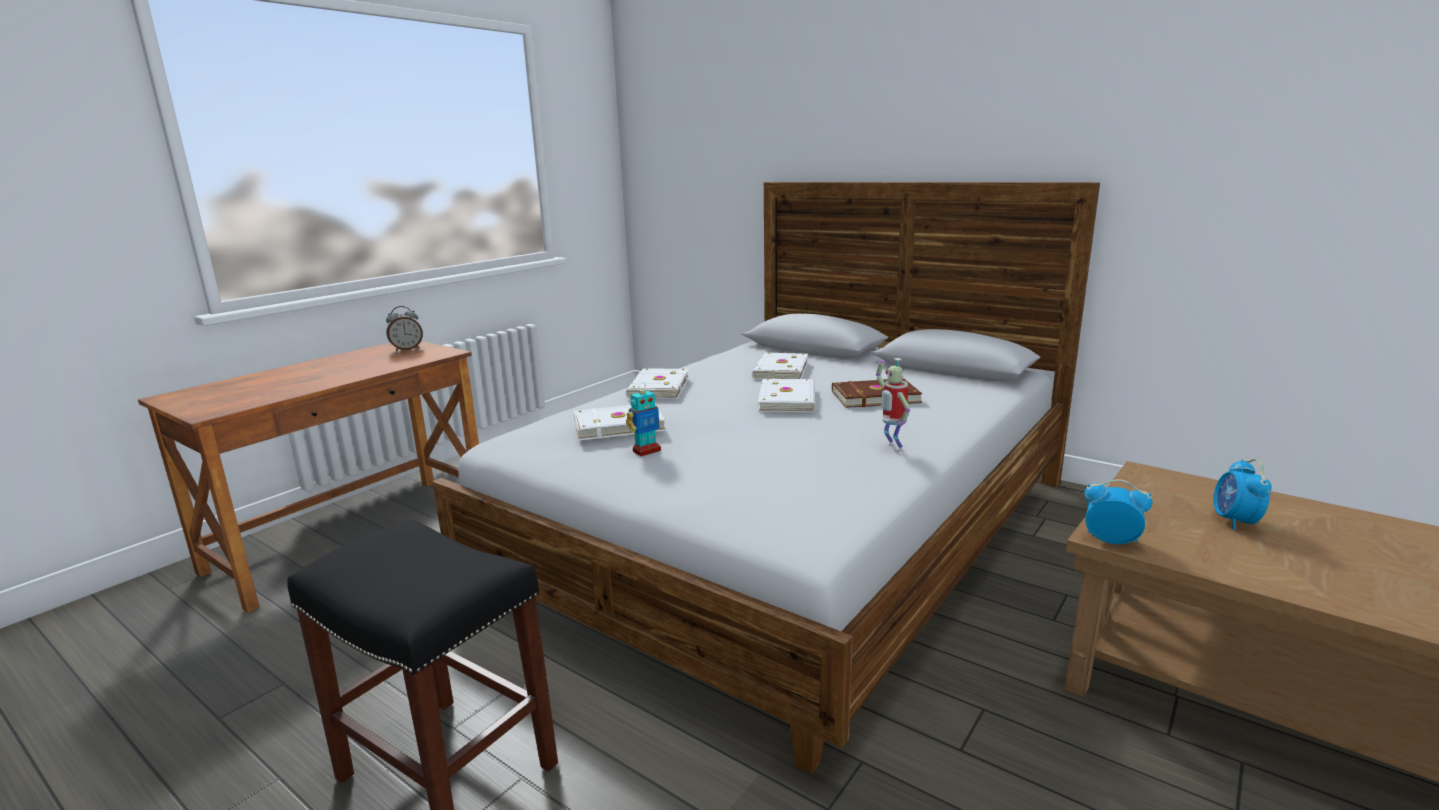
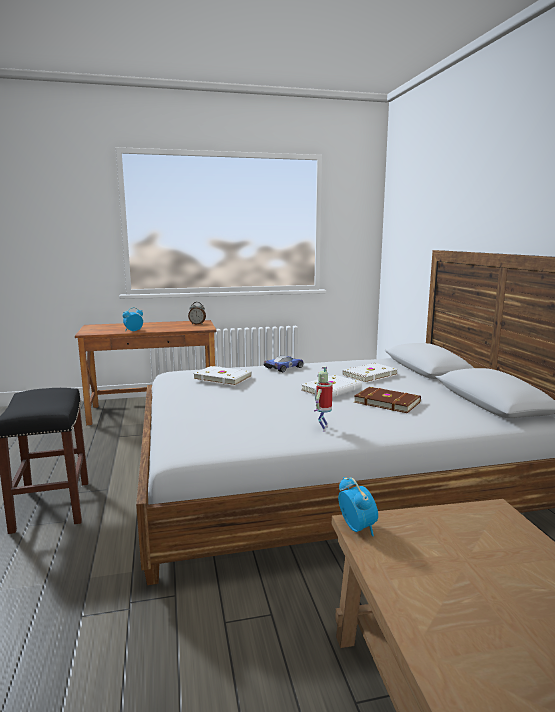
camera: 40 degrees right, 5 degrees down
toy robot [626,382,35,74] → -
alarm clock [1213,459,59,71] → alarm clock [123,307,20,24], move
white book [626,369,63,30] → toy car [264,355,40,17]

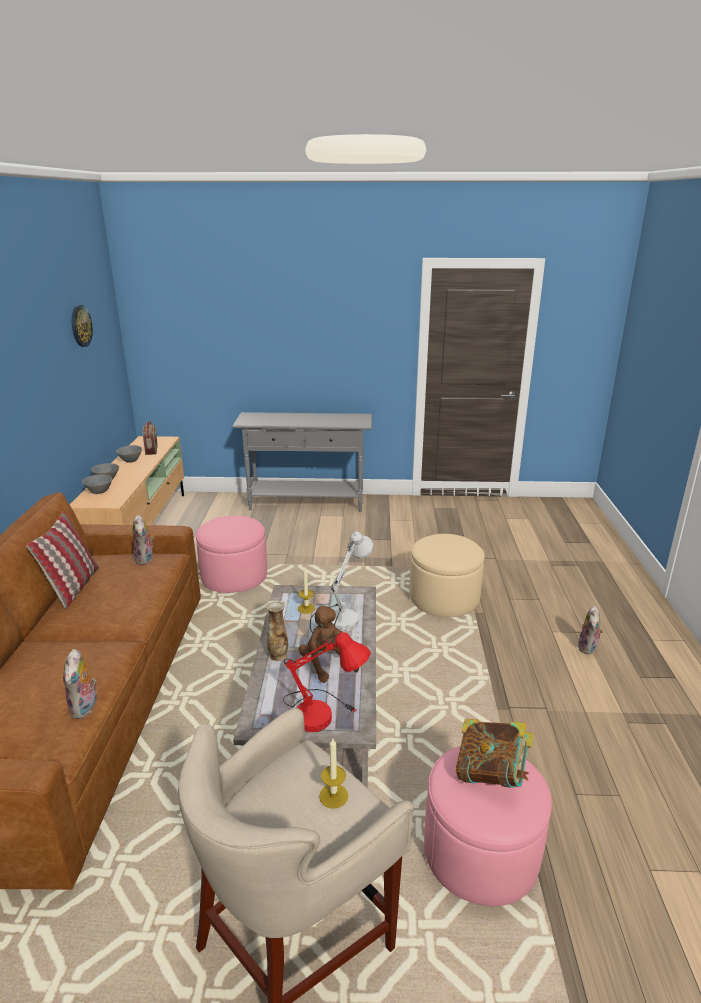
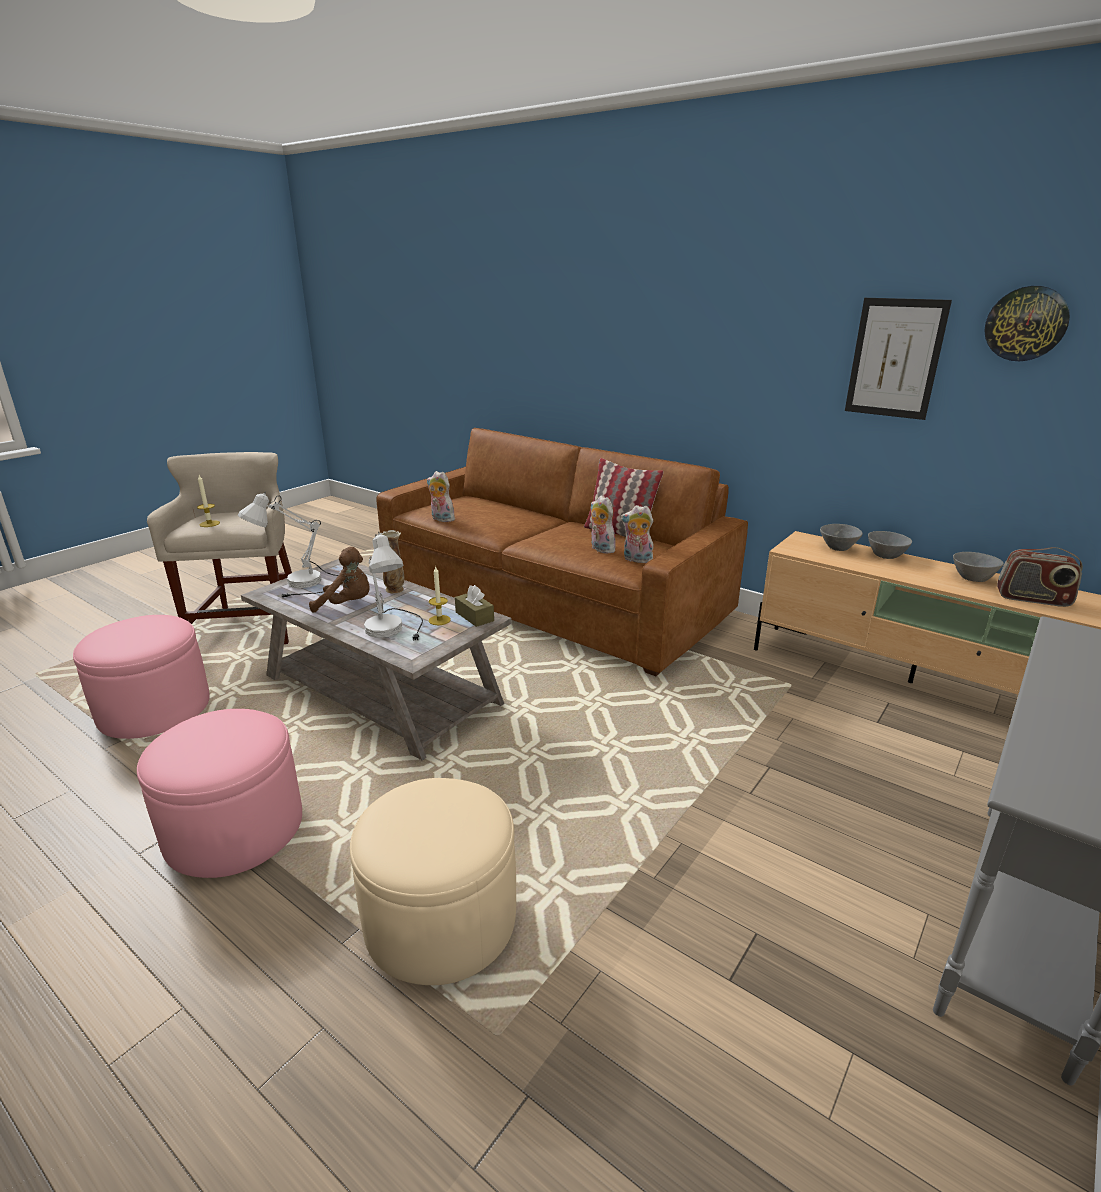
camera: 125 degrees right, 0 degrees up
book [455,719,78,69] → -
- → brown tissue box [455,585,39,42]
- → picture [845,298,107,122]
pink ottoman [196,516,71,77] → pink ottoman [137,709,165,169], move
plush toy [577,606,27,49] → plush toy [590,496,26,58], move
red table lamp [283,631,88,101] → white table lamp [238,492,101,105]

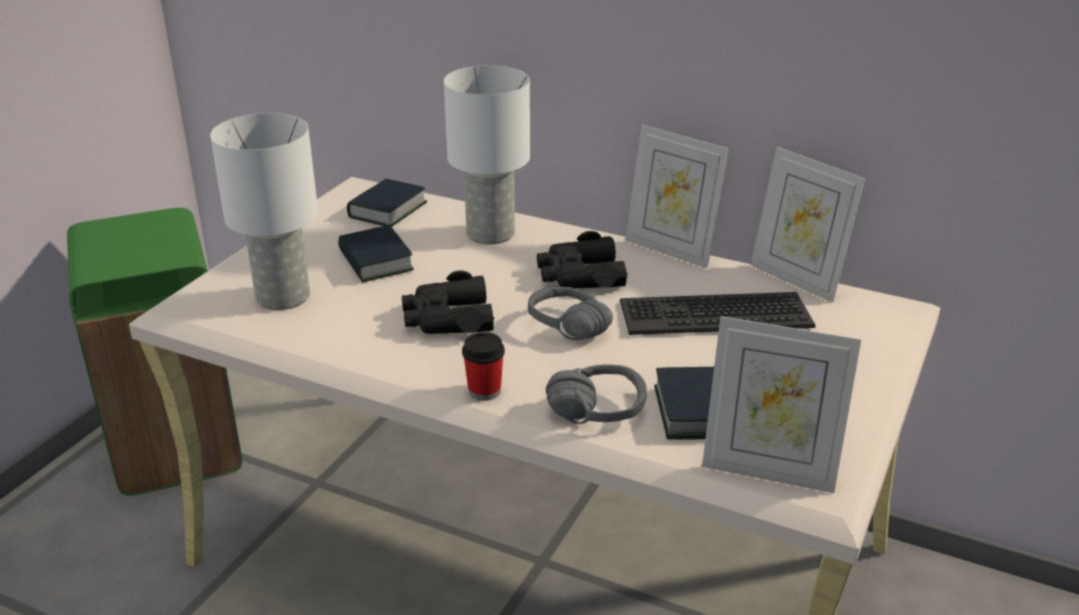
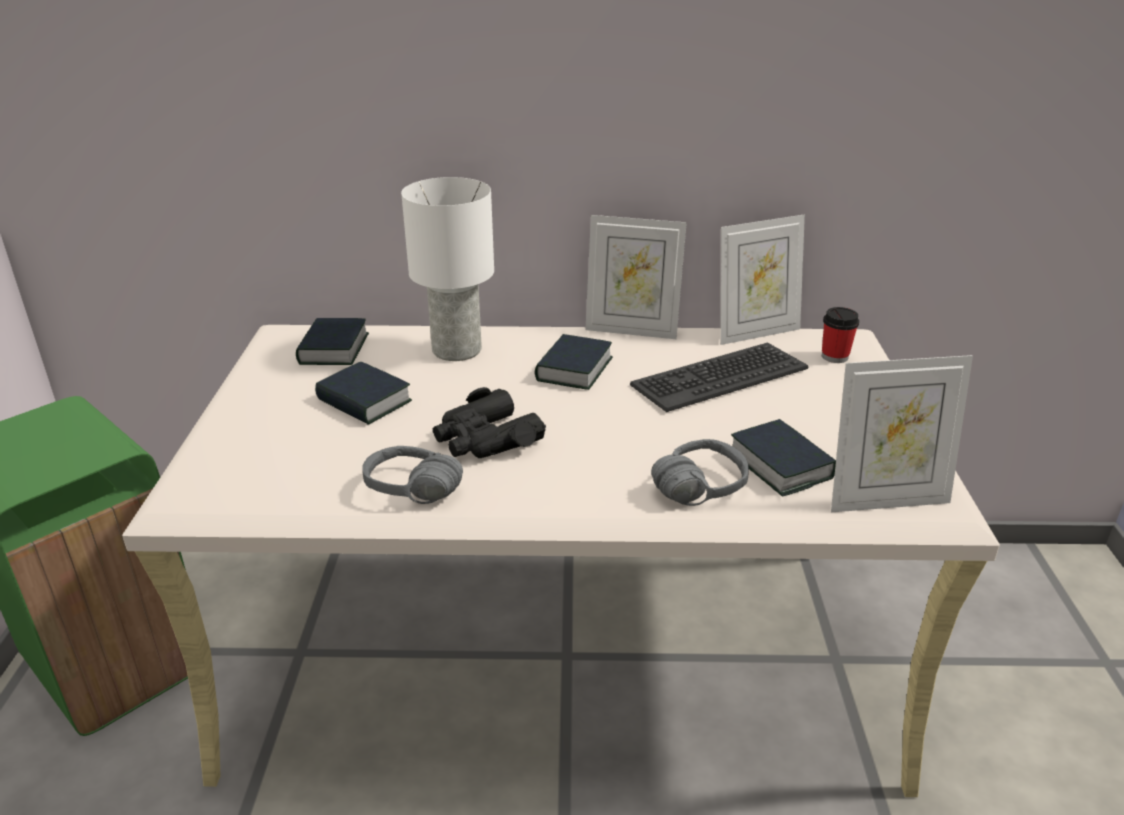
camera: 25 degrees left, 0 degrees up
white table lamp [210,113,108,197] → -
cup [462,332,43,69] → cup [822,307,37,56], move
grey headphones [528,287,85,53] → grey headphones [362,446,101,58], move
black binoculars [537,231,91,57] → book [535,334,78,56]
picture frame [751,147,114,156] → picture frame [720,215,85,130], 45 degrees counterclockwise

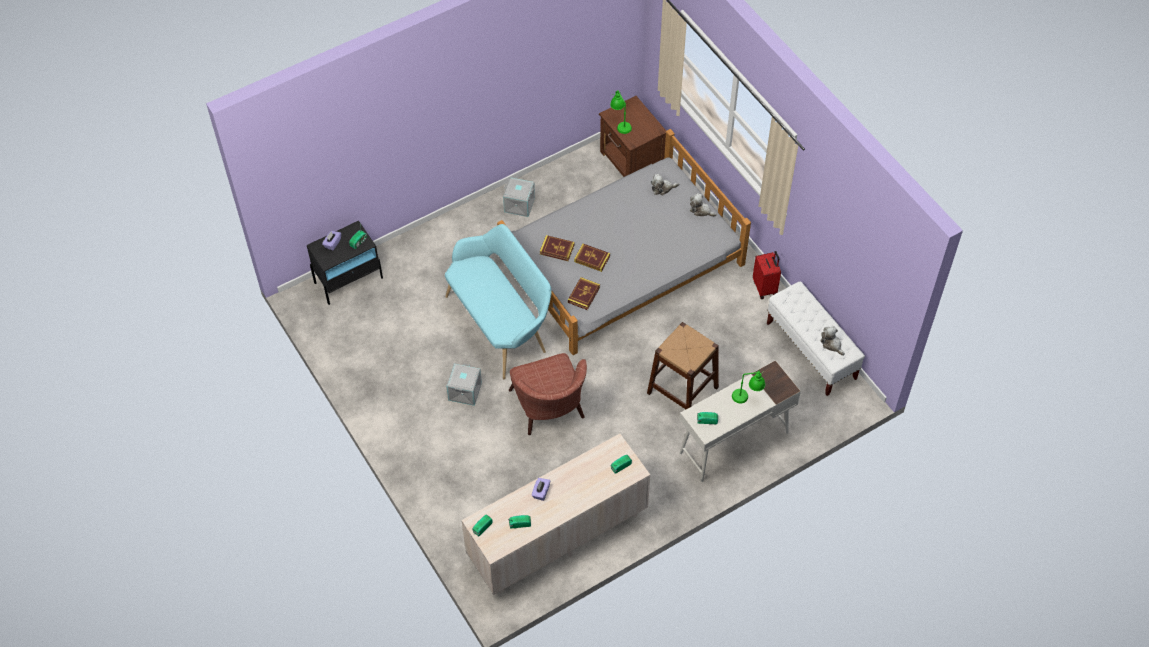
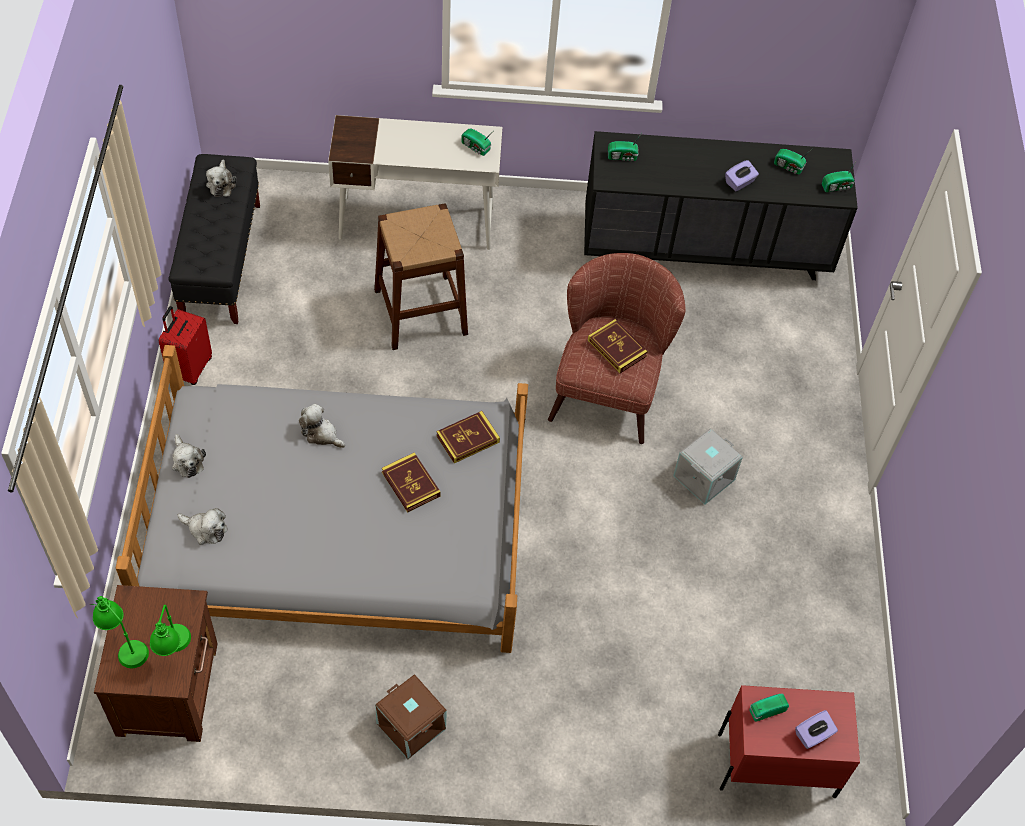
camera: 150 degrees left, 0 degrees up
turquoise bench [445,224,107,155] → -
- → plush toy [299,404,46,44]
book [540,235,35,26] → book [588,319,60,54], move
green table lamp [732,370,33,34] → green table lamp [89,596,60,72], move
black nightstand [307,221,76,84] → red nightstand [718,685,142,113]
beige dresser [462,434,188,161] → black dresser [584,131,274,149]
grey storage box [503,177,32,40] → brown storage box [375,674,72,86]
white bench [767,282,98,114] → black bench [168,154,92,170]

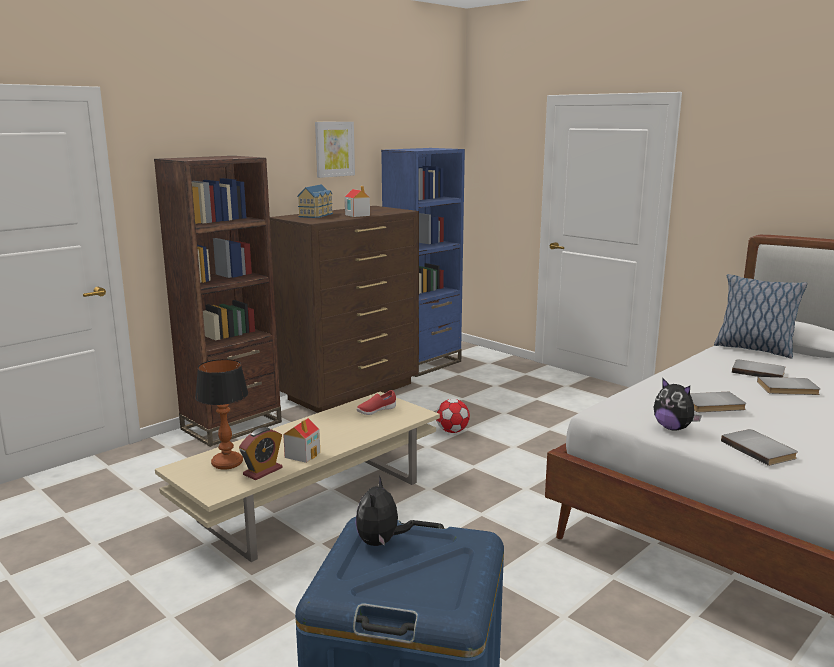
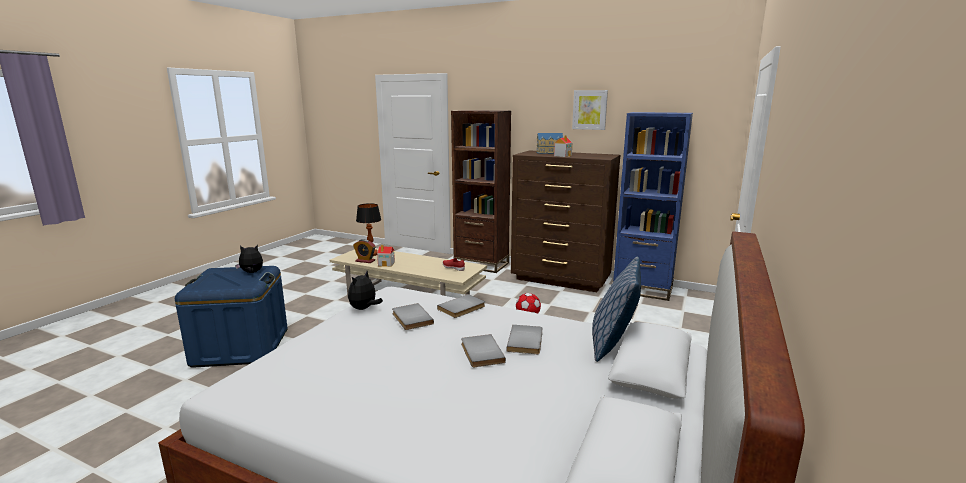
camera: 70 degrees right, 0 degrees up
grey book [721,429,77,37] → grey book [437,294,48,24], move

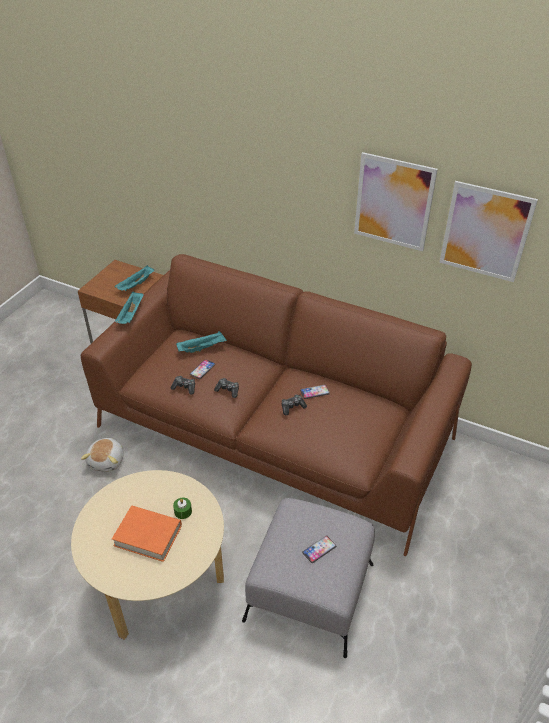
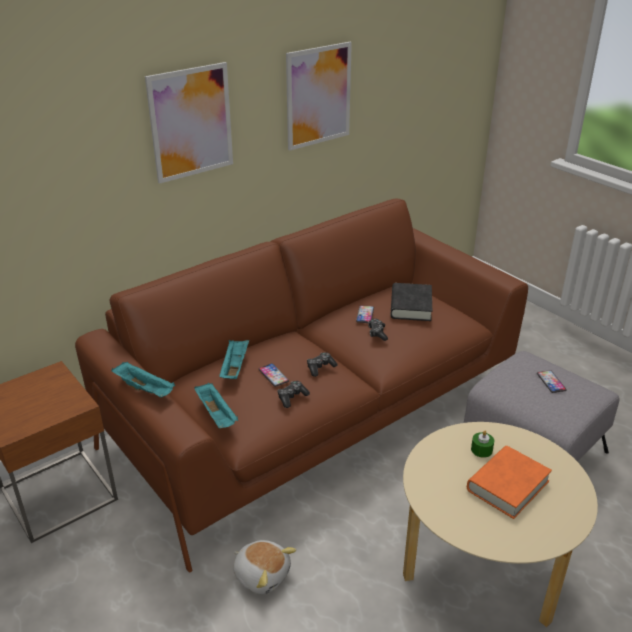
camera: 65 degrees left, 10 degrees down
- → black book [390,283,42,38]
turquoise tray [115,265,39,26] → turquoise tray [194,383,44,45], move
picture [439,181,99,101] → picture [145,62,88,122], move

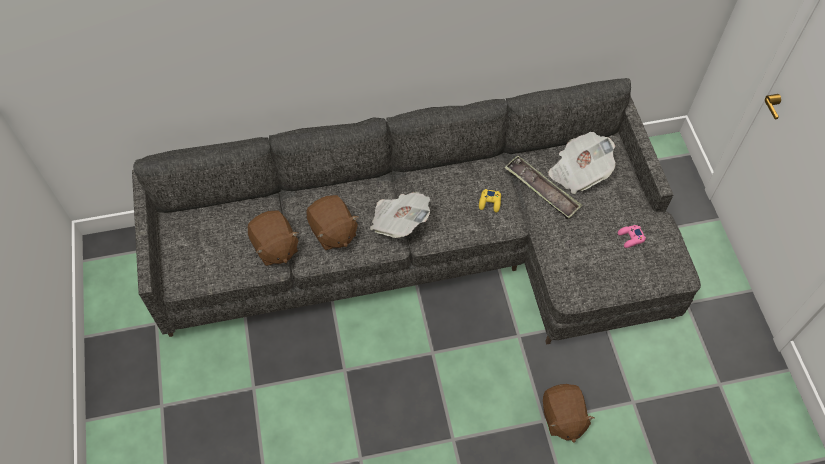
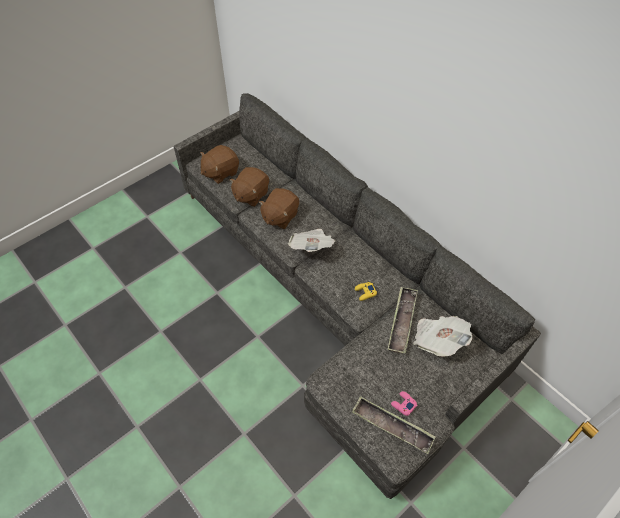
camera: 60 degrees right, 5 degrees down
- → tray [352,396,84,58]
brown plush toy [543,384,52,59] → brown plush toy [200,145,39,39], move

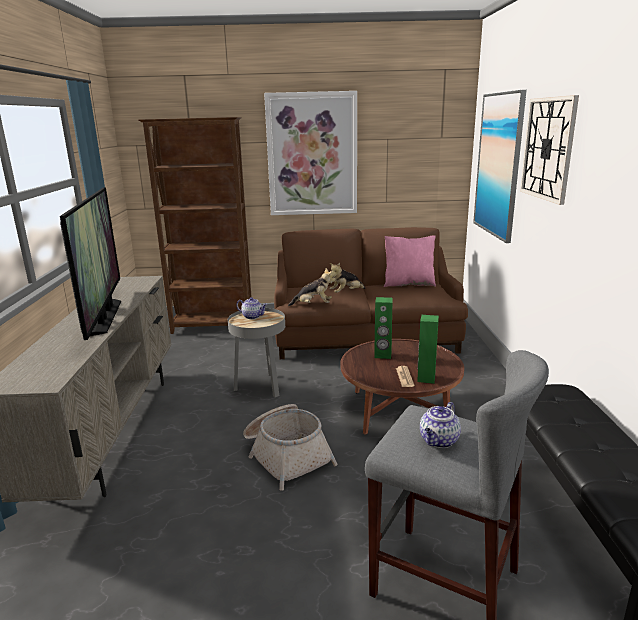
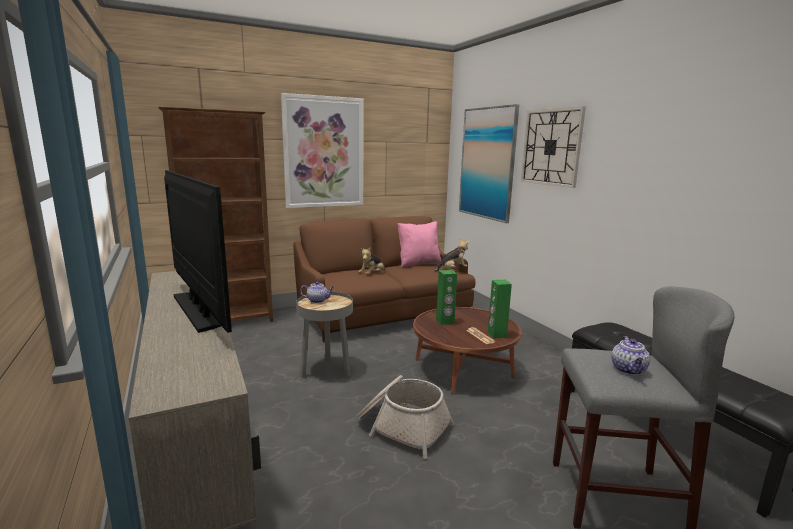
camera: 25 degrees left, 5 degrees down
plush toy [288,268,48,38] → plush toy [434,239,35,33], move

